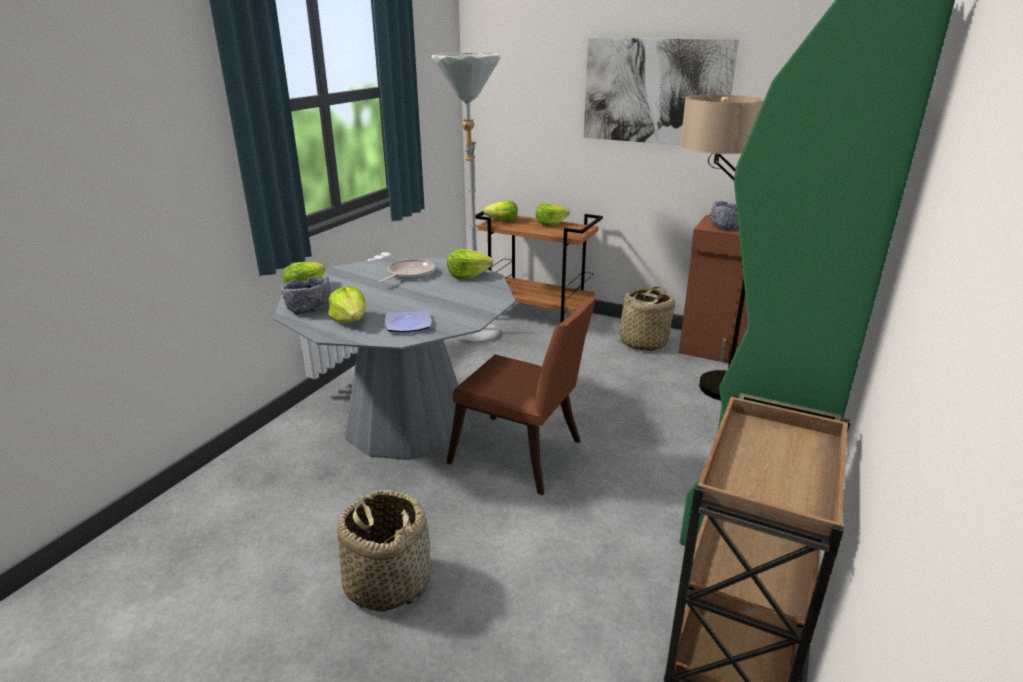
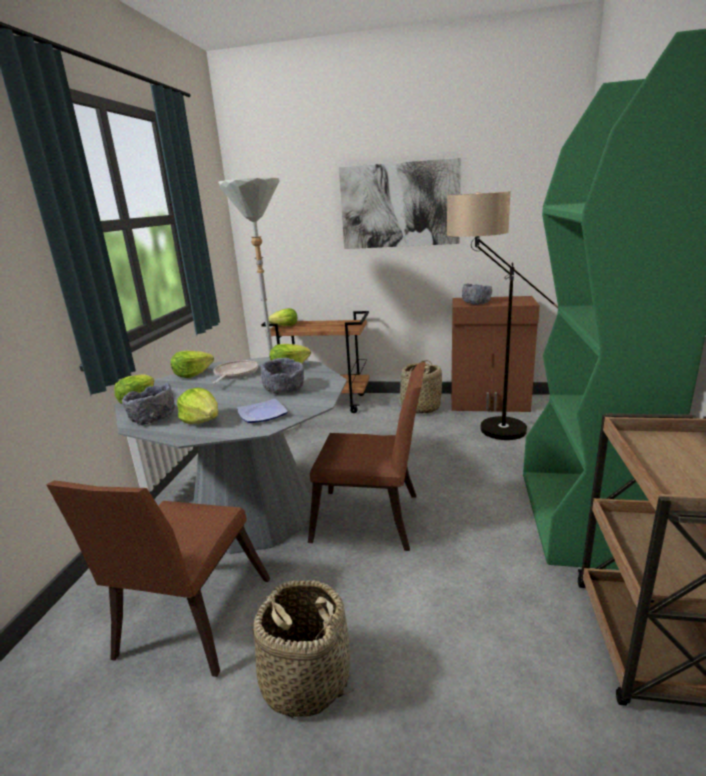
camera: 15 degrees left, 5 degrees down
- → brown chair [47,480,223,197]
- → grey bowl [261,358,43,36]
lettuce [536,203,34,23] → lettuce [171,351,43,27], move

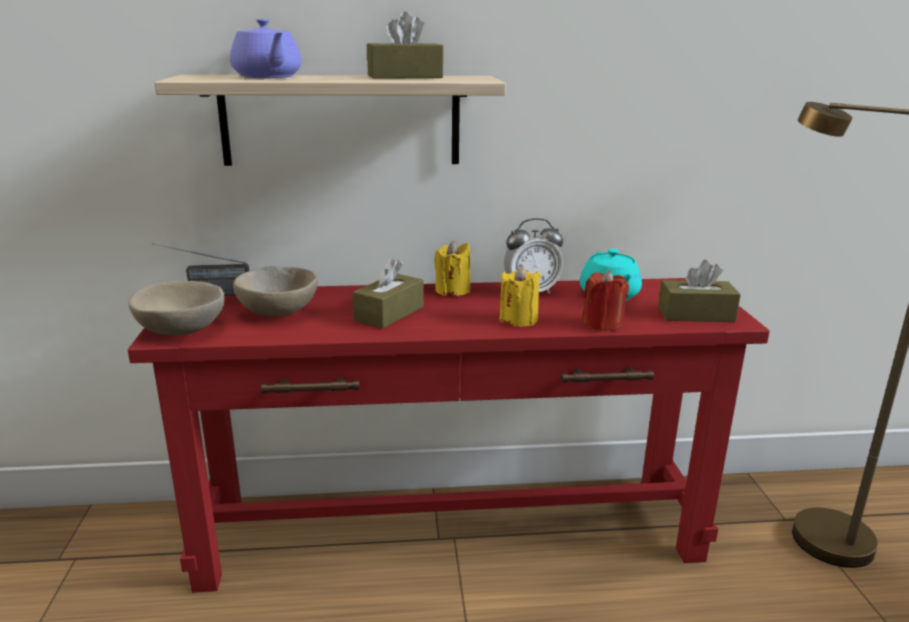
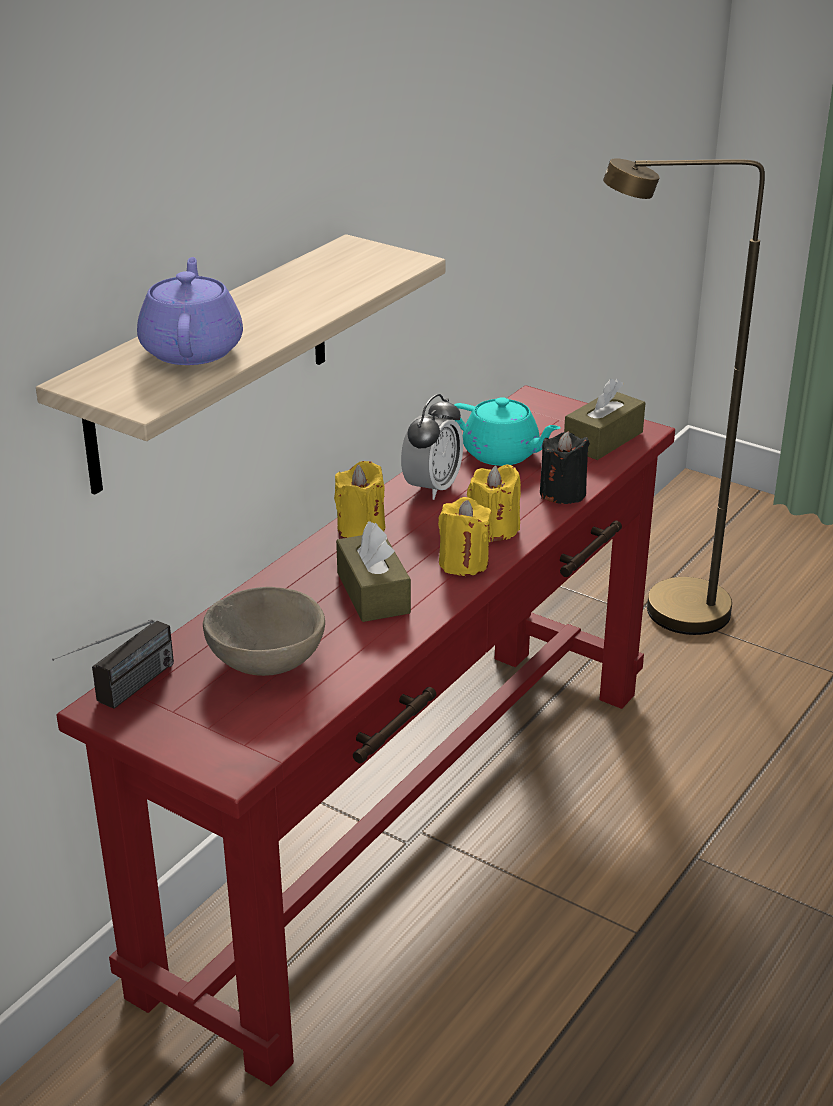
camera: 50 degrees left, 10 degrees up
beige bowl [128,281,96,55] → -
brown tissue box [367,11,76,68] → -
- → yellow candle [438,497,53,79]
red candle [582,270,47,61] → black candle [540,431,50,73]
purple teapot [230,19,72,59] → purple teapot [137,257,106,108], 105 degrees counterclockwise

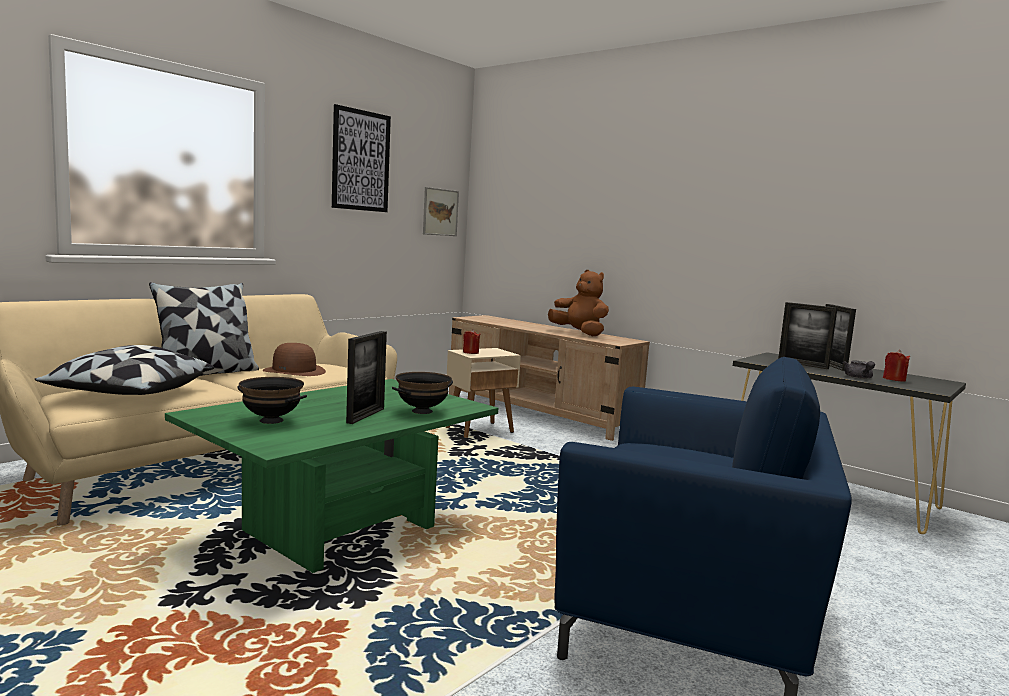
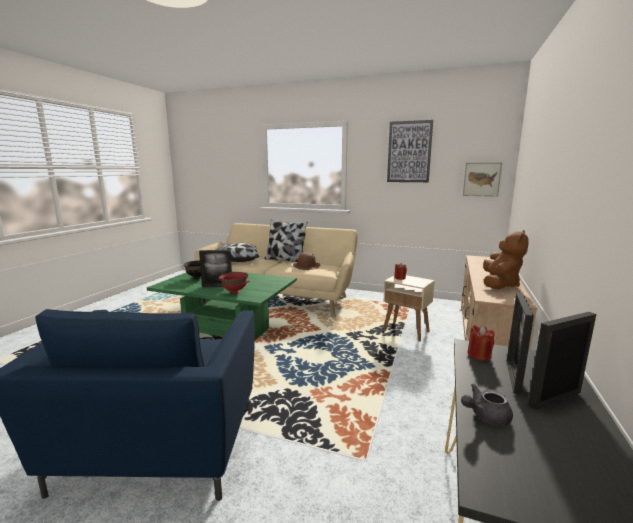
camera: 70 degrees right, 5 degrees up
red candle [883,350,27,32] → red candle [467,325,27,36], move
black bowl [392,372,61,42] → red bowl [219,272,31,22]

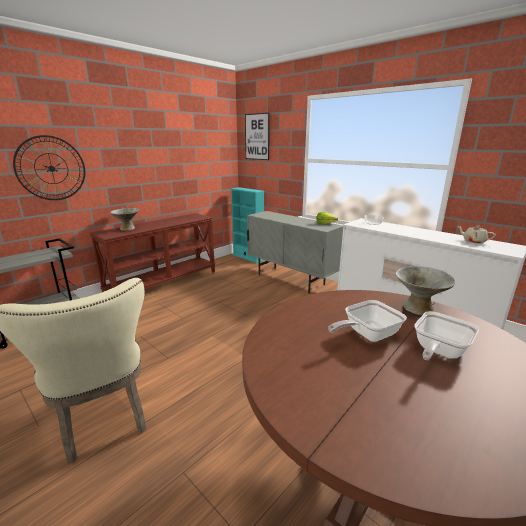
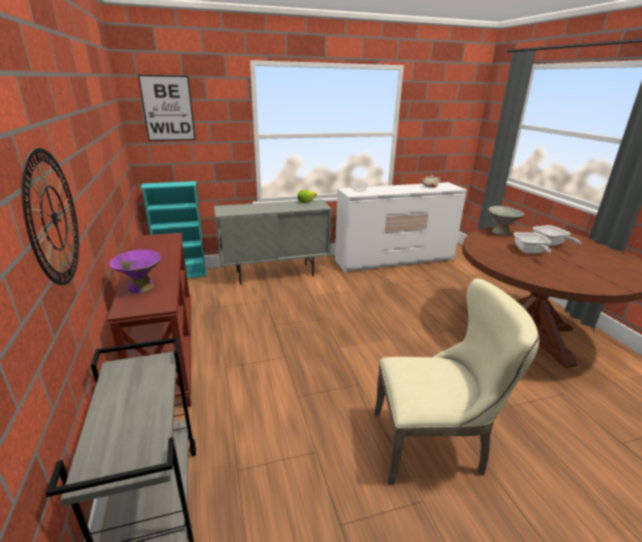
camera: 60 degrees left, 5 degrees up
grey bowl [110,208,29,23] → purple bowl [109,250,52,43]

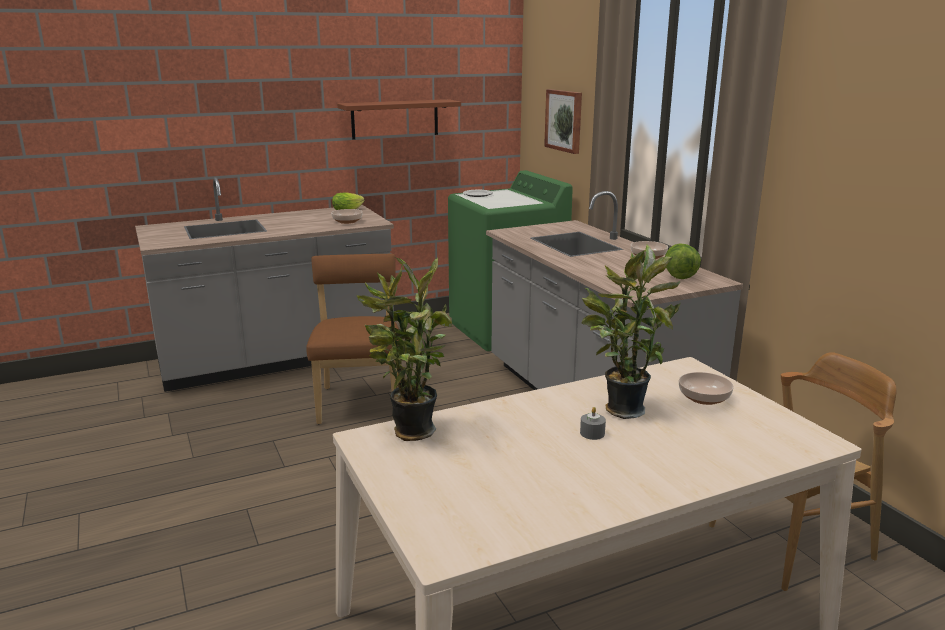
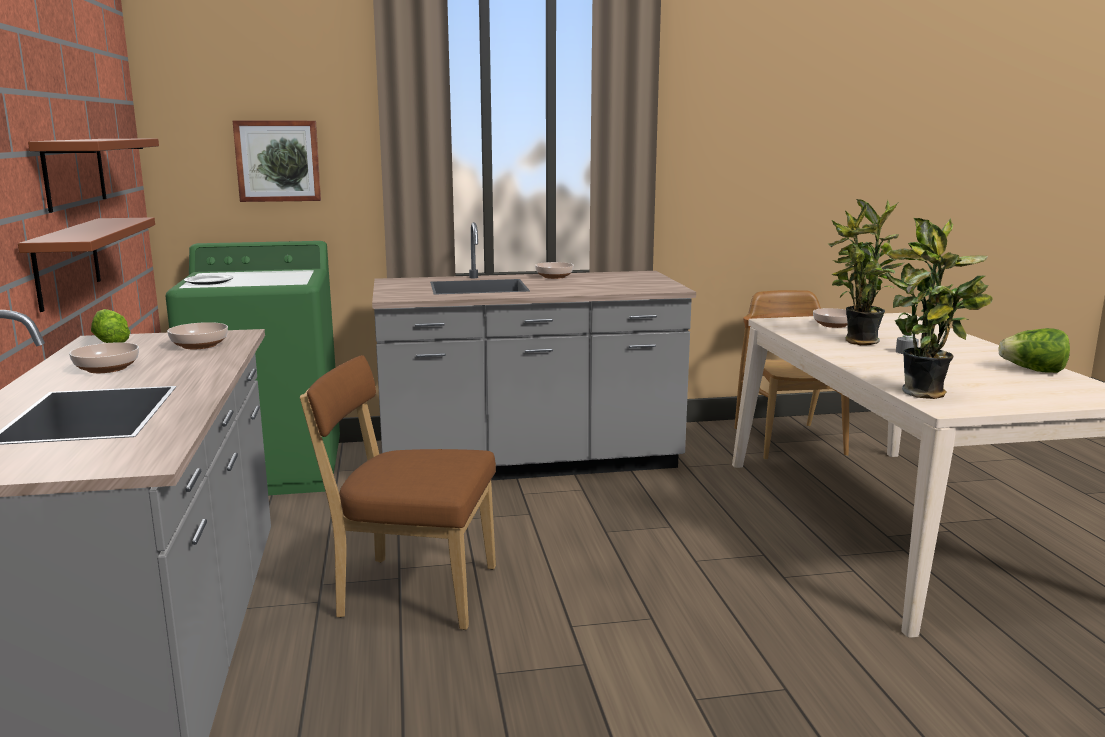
camera: 75 degrees left, 5 degrees down
- → brown shelf [18,217,137,95]
- → bowl [69,342,70,31]
lettuce [665,243,36,36] → lettuce [998,328,72,45], move

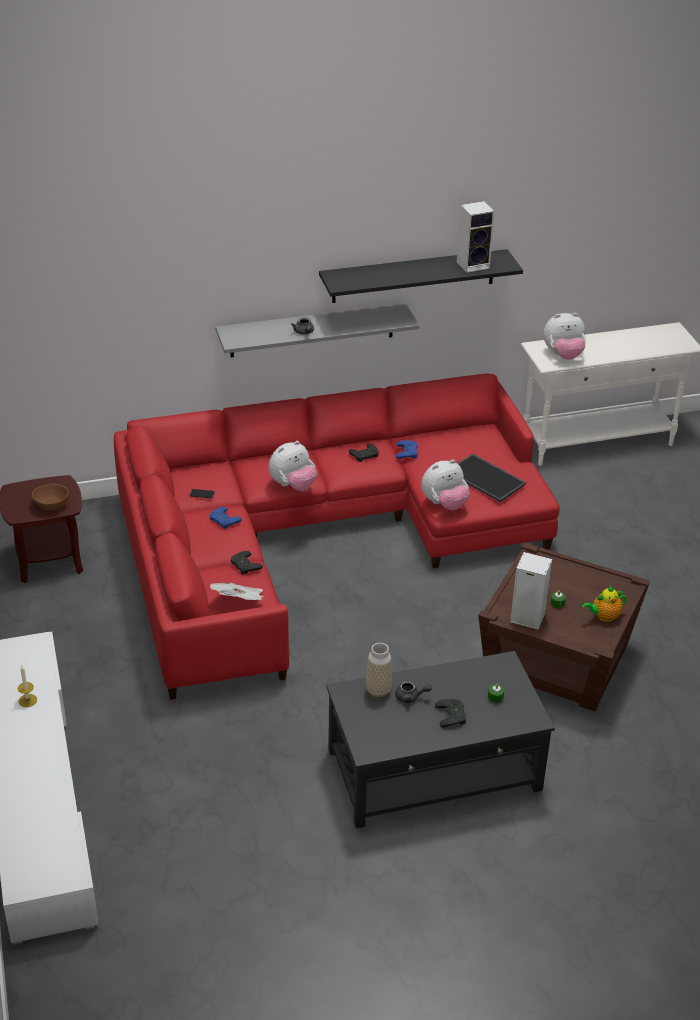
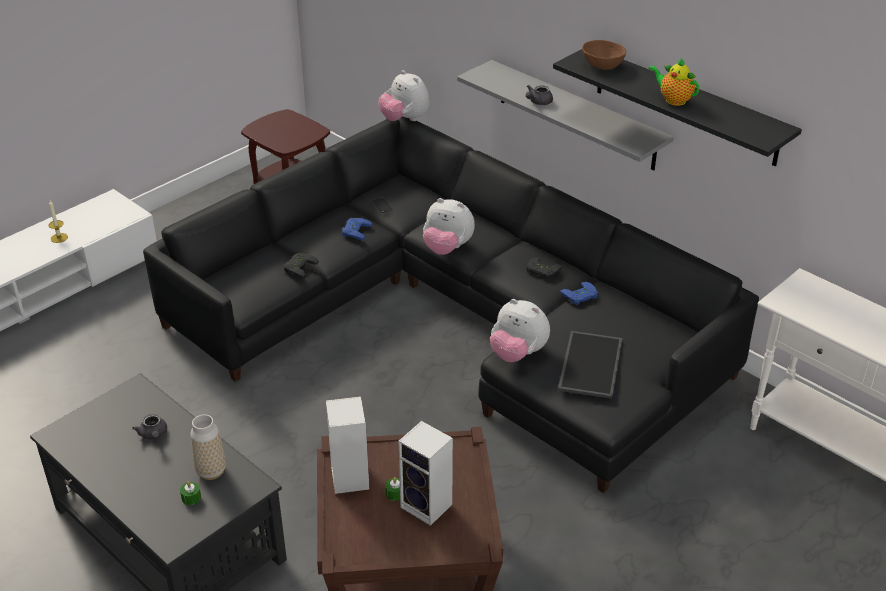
camera: 60 degrees right, 0 degrees up
newspaper [210,583,54,17] → -
black game controller [435,699,31,28] → -
brown bowl [32,484,37,26] → brown bowl [582,40,44,30], move
vase [366,643,26,54] → vase [191,414,35,66], move
speaker [457,201,38,72] → speaker [398,421,55,105], move
plush toy [543,313,43,47] → plush toy [379,70,50,51], move
teapot [582,586,45,36] → teapot [648,58,52,48], move
red sofa [114,373,446,327] → black sofa [143,116,616,377]

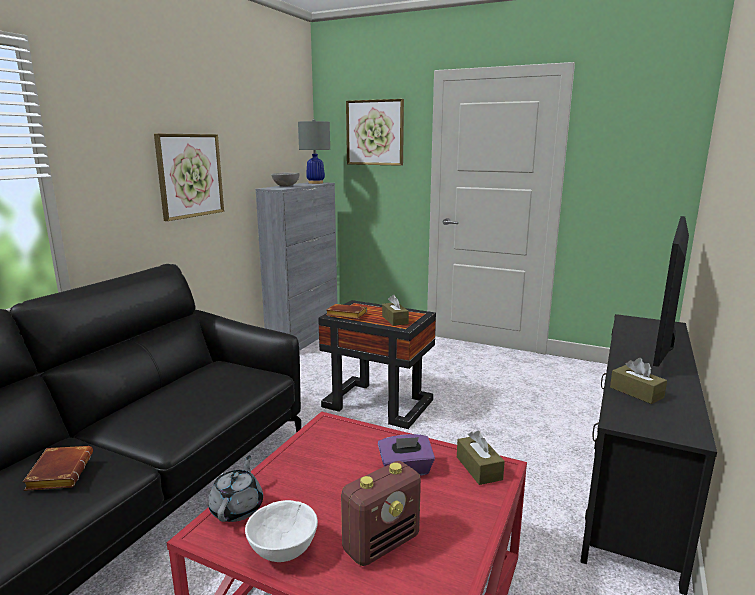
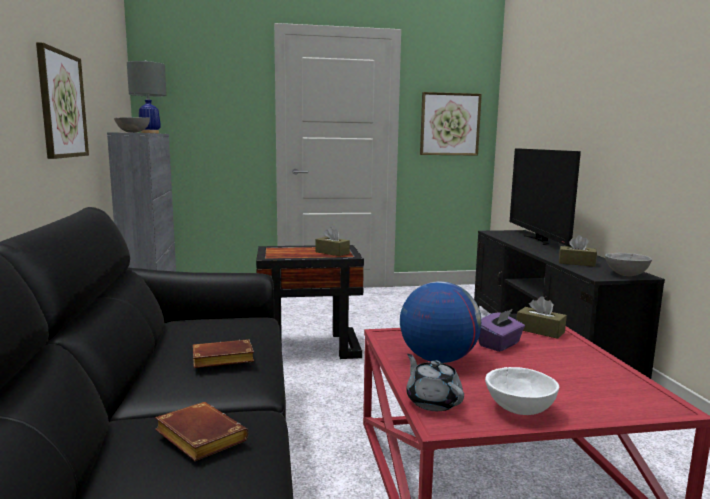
camera: 35 degrees left, 5 degrees down
radio [341,461,80,105] → -
- → globe [400,281,81,82]
- → grey bowl [605,253,47,23]
brown book [326,304,41,15] → brown book [193,339,61,29], move
picture [346,99,58,67] → picture [420,92,62,64], move

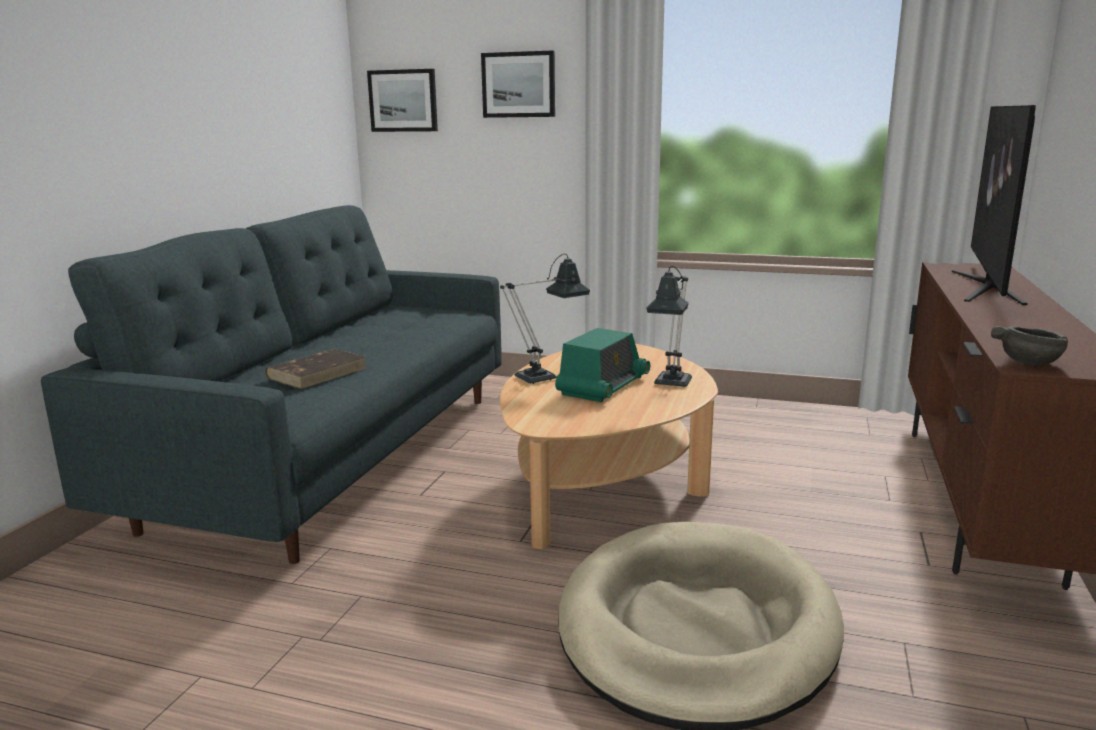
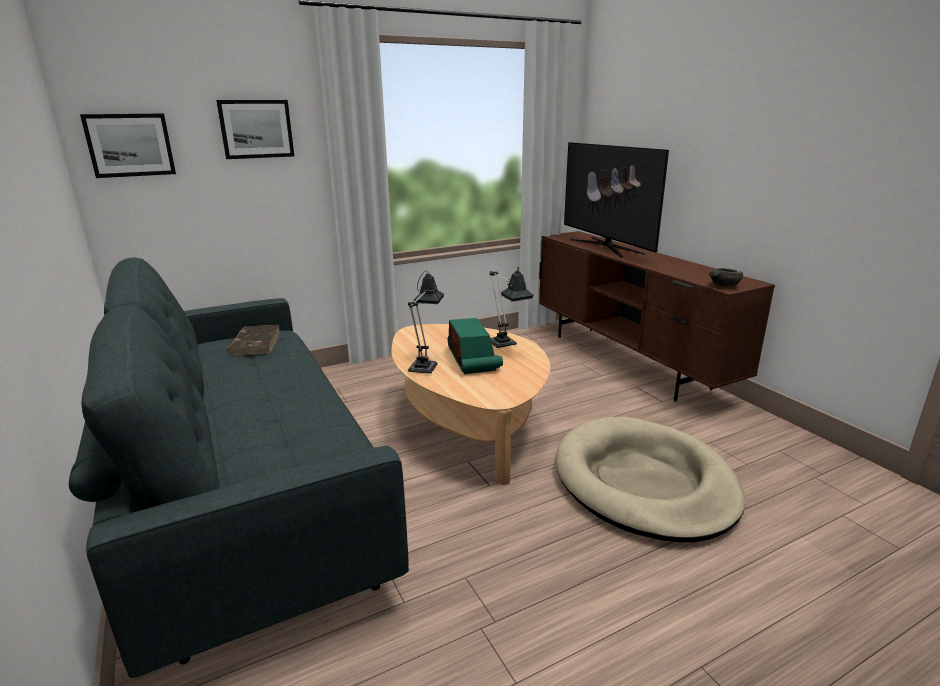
camera: 45 degrees left, 5 degrees up
brown book [266,349,101,40] → brown book [227,325,54,30], move

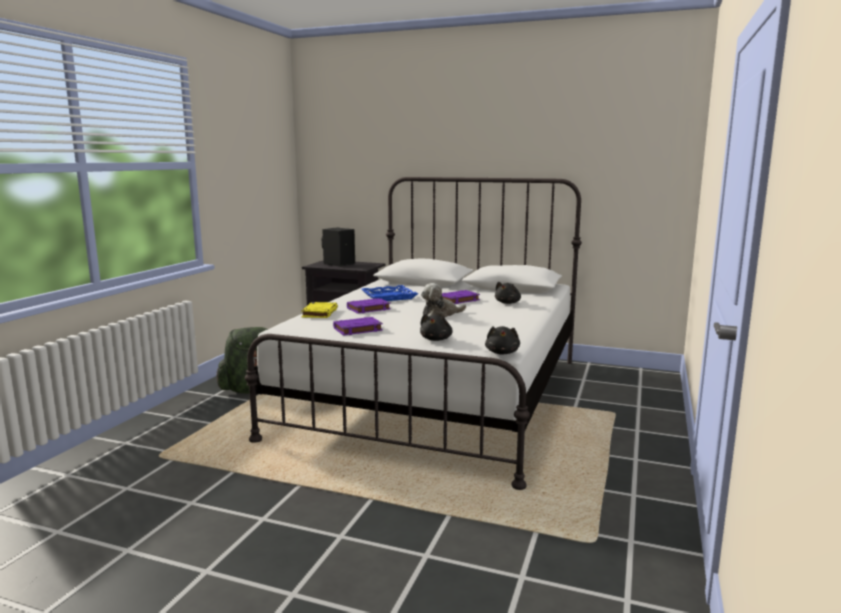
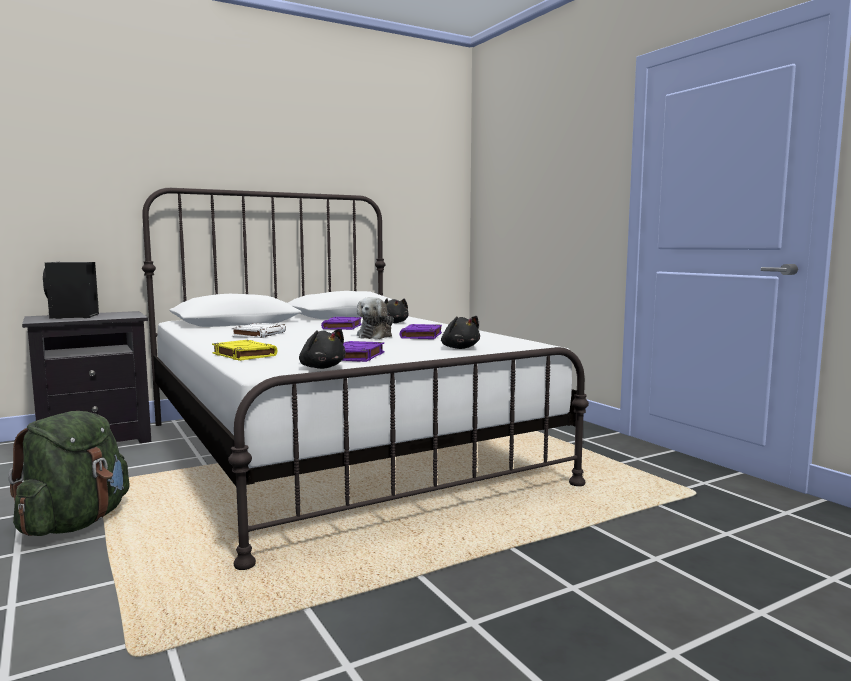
camera: 50 degrees left, 5 degrees down
purple book [347,298,44,16] → purple book [400,324,42,15], move
black plush toy [485,326,35,29] → black plush toy [299,329,47,40], move
blue tray [362,285,56,16] → white book [231,323,55,15]

